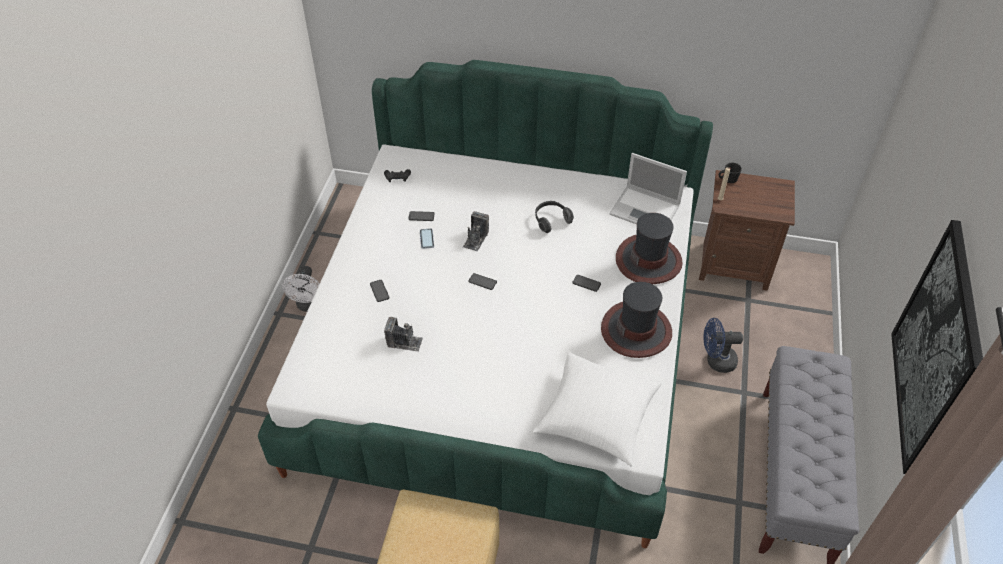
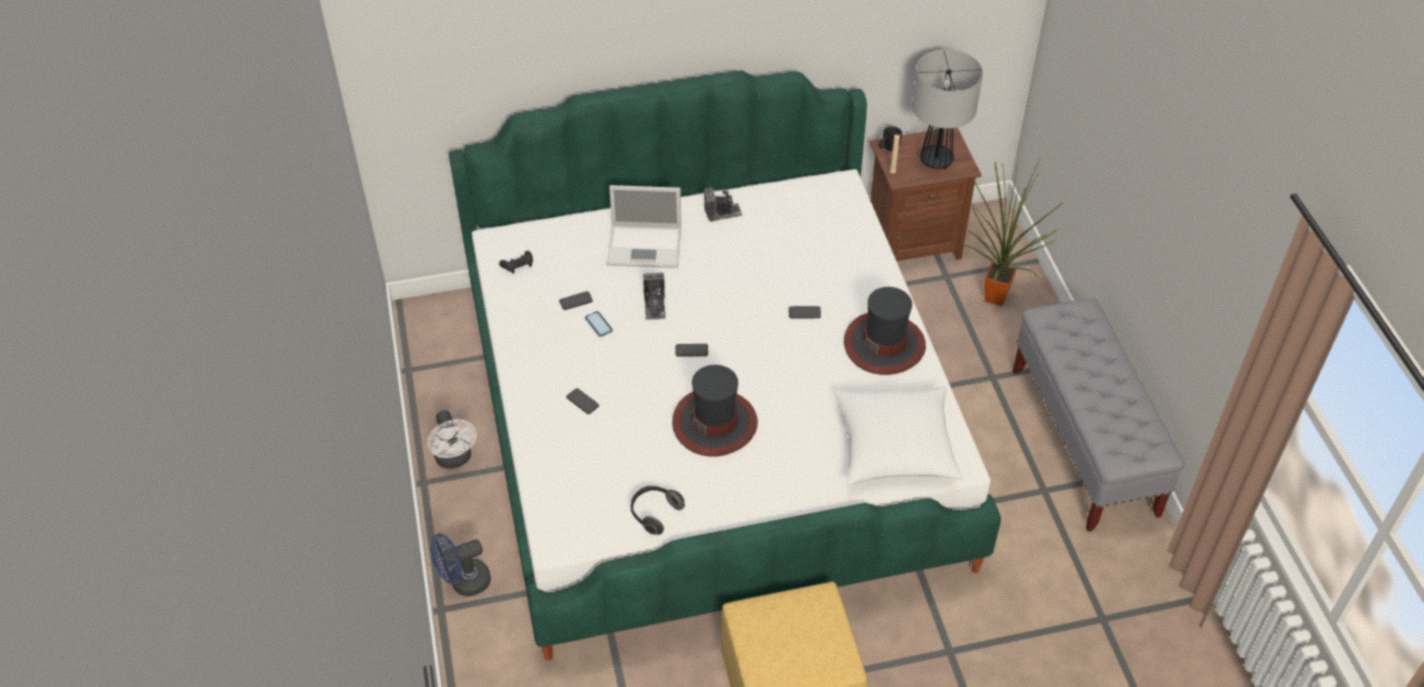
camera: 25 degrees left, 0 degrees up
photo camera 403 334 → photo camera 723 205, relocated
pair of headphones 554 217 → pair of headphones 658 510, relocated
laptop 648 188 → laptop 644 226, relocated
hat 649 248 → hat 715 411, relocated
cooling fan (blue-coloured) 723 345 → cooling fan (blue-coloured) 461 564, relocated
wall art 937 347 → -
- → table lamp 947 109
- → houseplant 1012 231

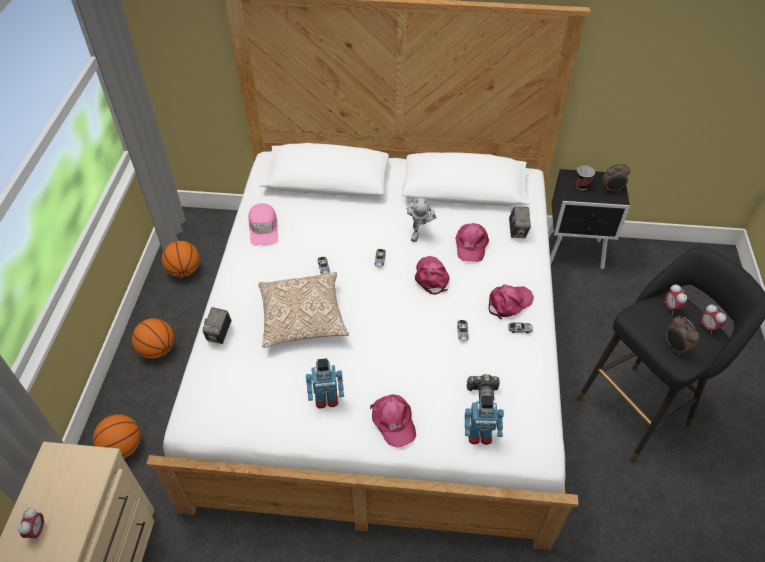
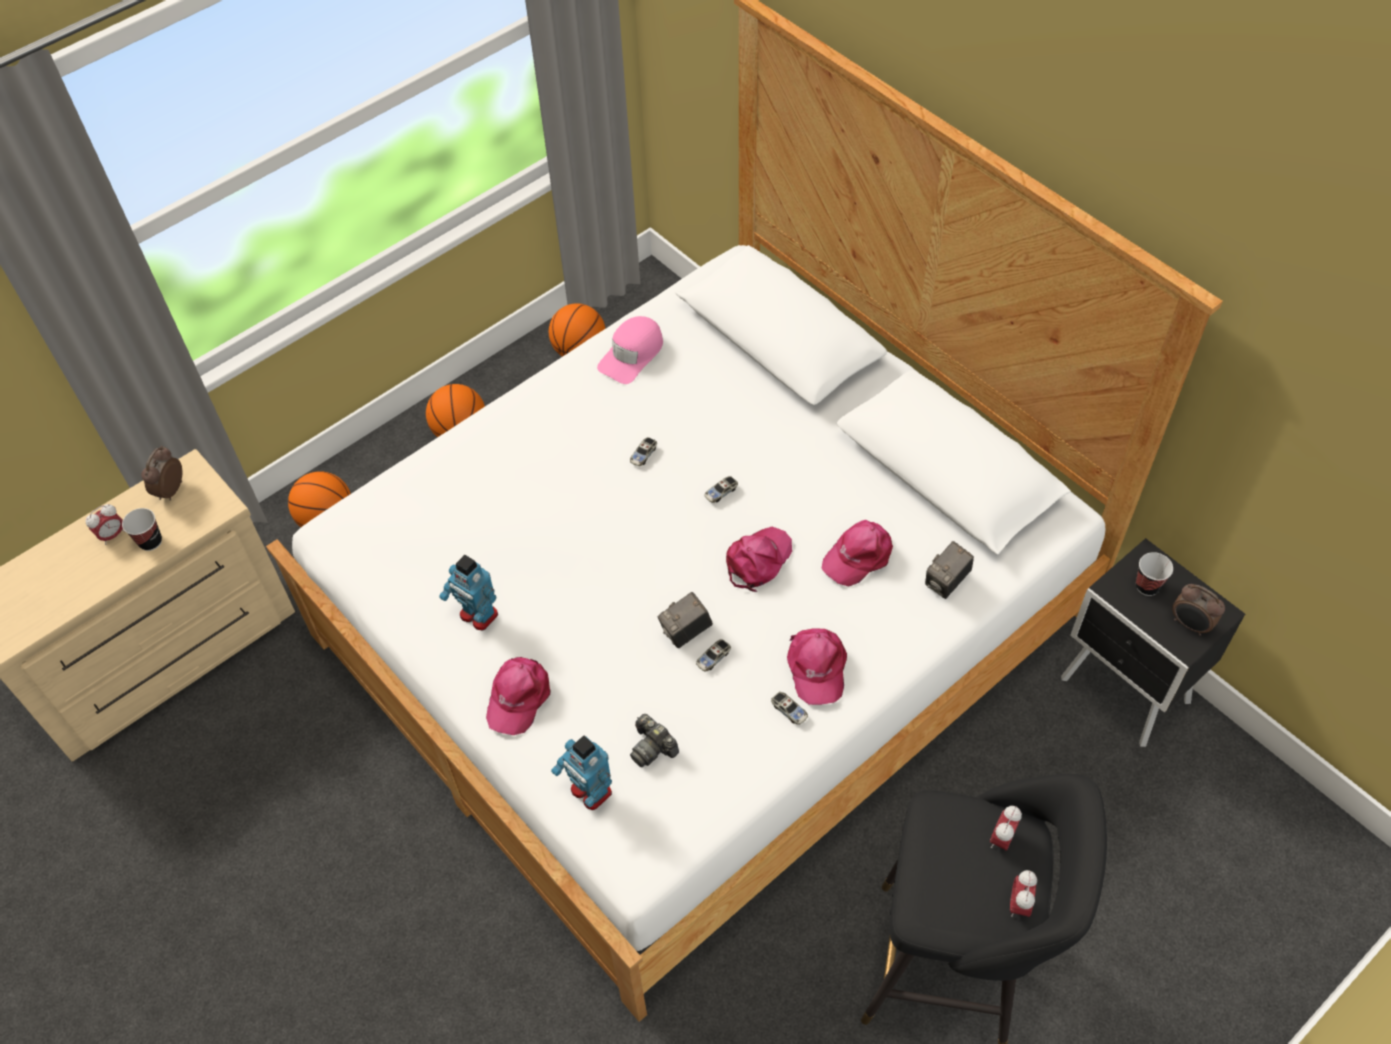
camera: 45 degrees right, 5 degrees up
photo camera 217 325 → photo camera 685 620, relocated
pillow 303 310 → -
model robot 422 219 → -
peaked cap (pinkish) 511 302 → peaked cap (pinkish) 817 666, 75 degrees clockwise
table clock 682 336 → table clock 161 473, relocated
- → cup 142 529

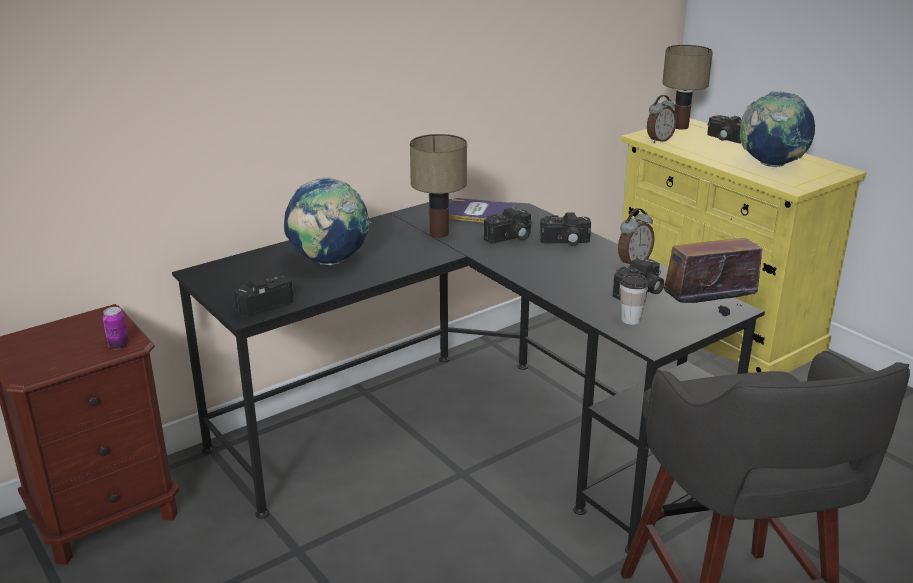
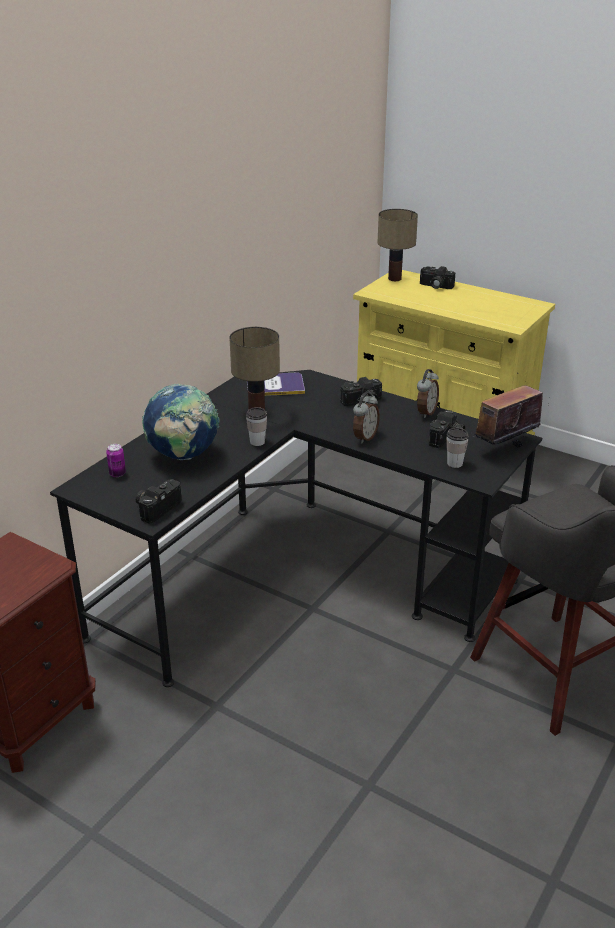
camera: 20 degrees left, 5 degrees up
can 115 328 → can 116 460, relocated
photo camera 508 225 → -
table clock 662 119 → table clock 366 418, relocated
desk globe 777 129 → -
- → cup 256 426

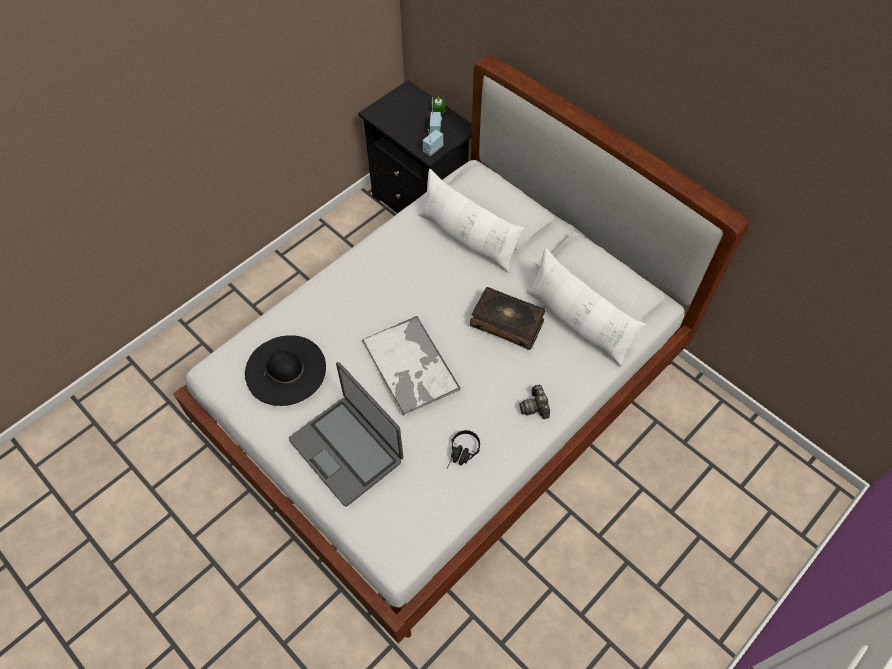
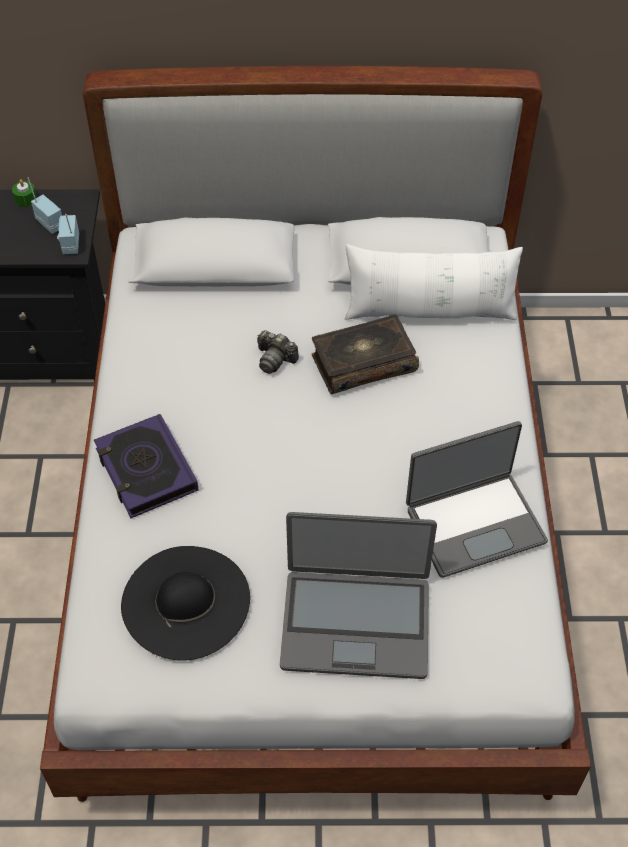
camera: 45 degrees left, 5 degrees down
carrying tray 411 366 → -
pillow (white) 471 221 → -
pair of headphones (black) 463 449 → laptop 477 499
photo camera 534 402 → photo camera 278 352, relocated
- → book 146 466

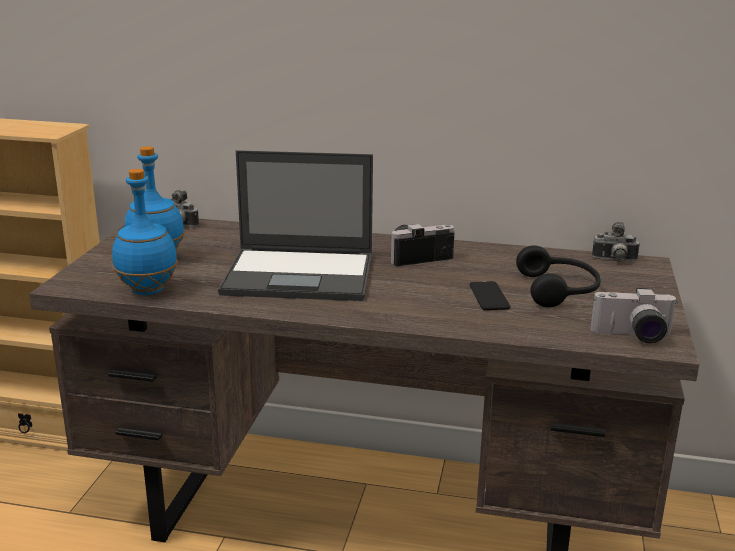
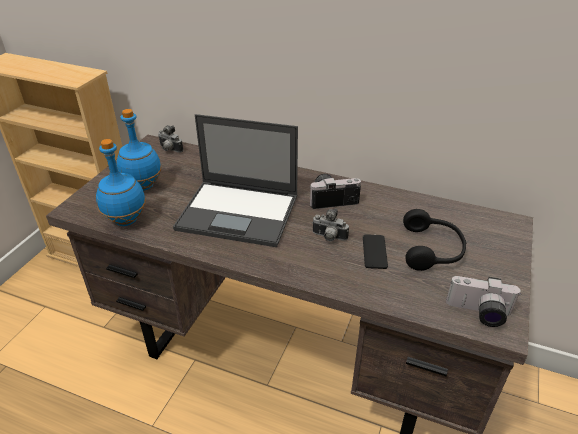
camera: 10 degrees right, 15 degrees up
photo camera 616 241 → photo camera 330 224, relocated

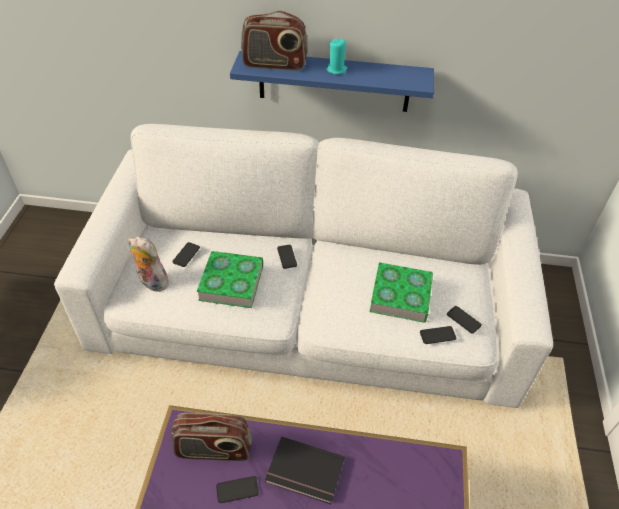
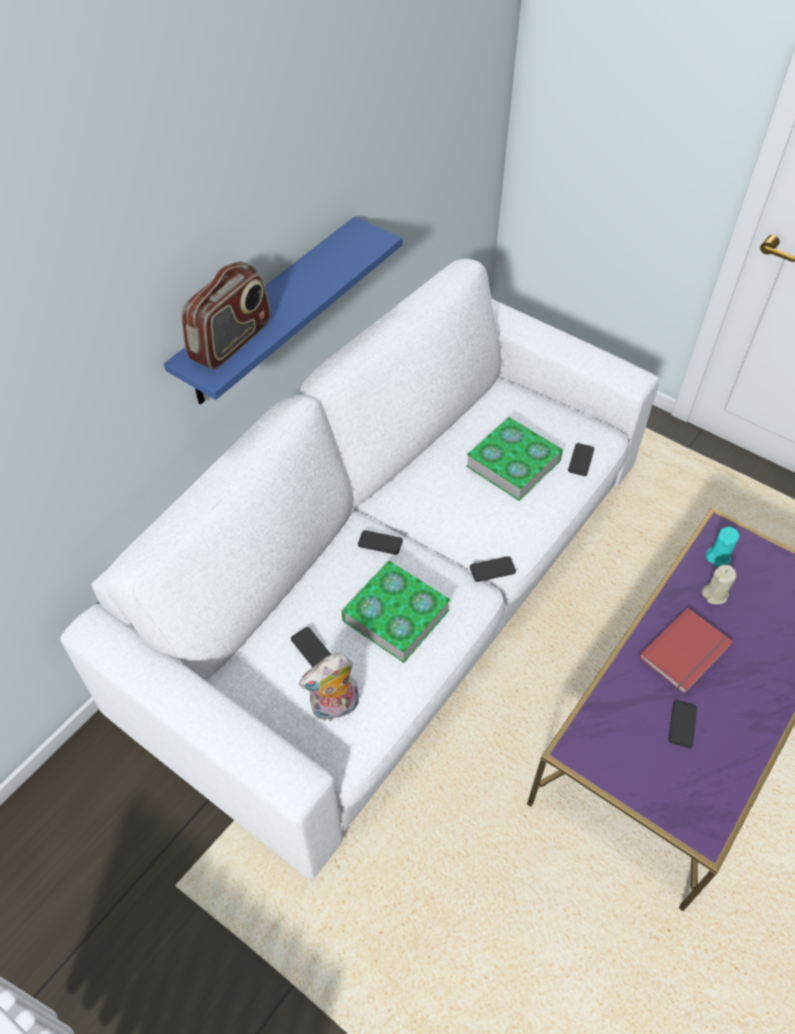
camera: 60 degrees left, 5 degrees up
radio set 211 437 → -
book (black) 305 470 → book (reddish) 686 651
candle (turquoise) 336 56 → candle (turquoise) 722 546, relocated
handset 464 320 → handset 493 569, relocated
- → candle (sand-coloured) 719 584

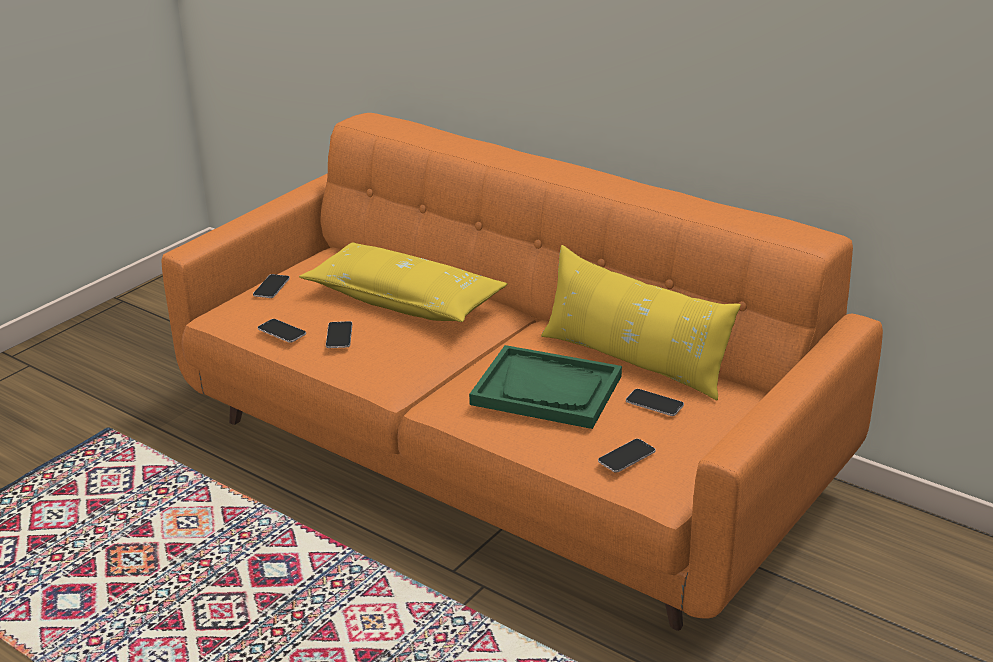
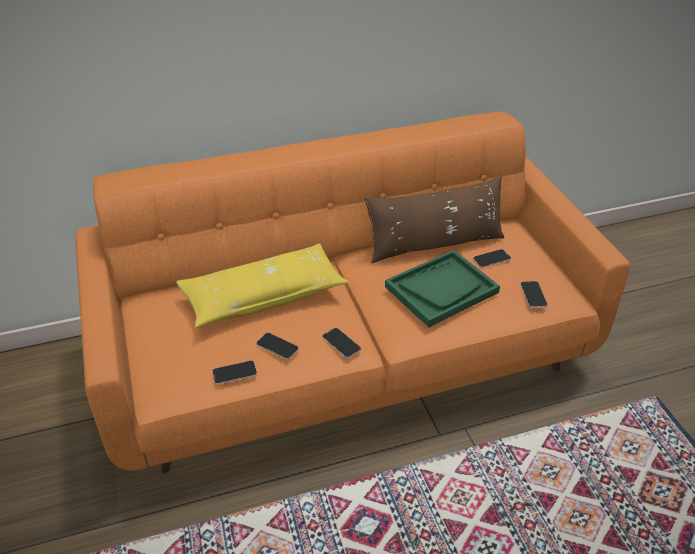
camera: 55 degrees left, 10 degrees up
handset 271 286 → handset 341 343, relocated
pillow (yellow-coloured) 641 323 → pillow (brownish) 434 219

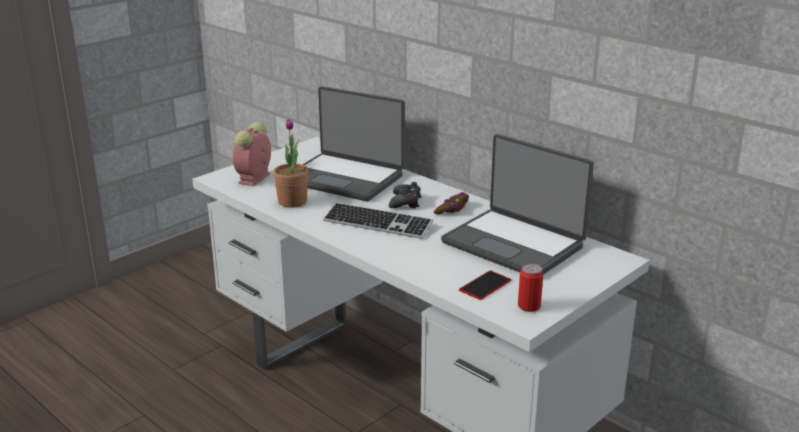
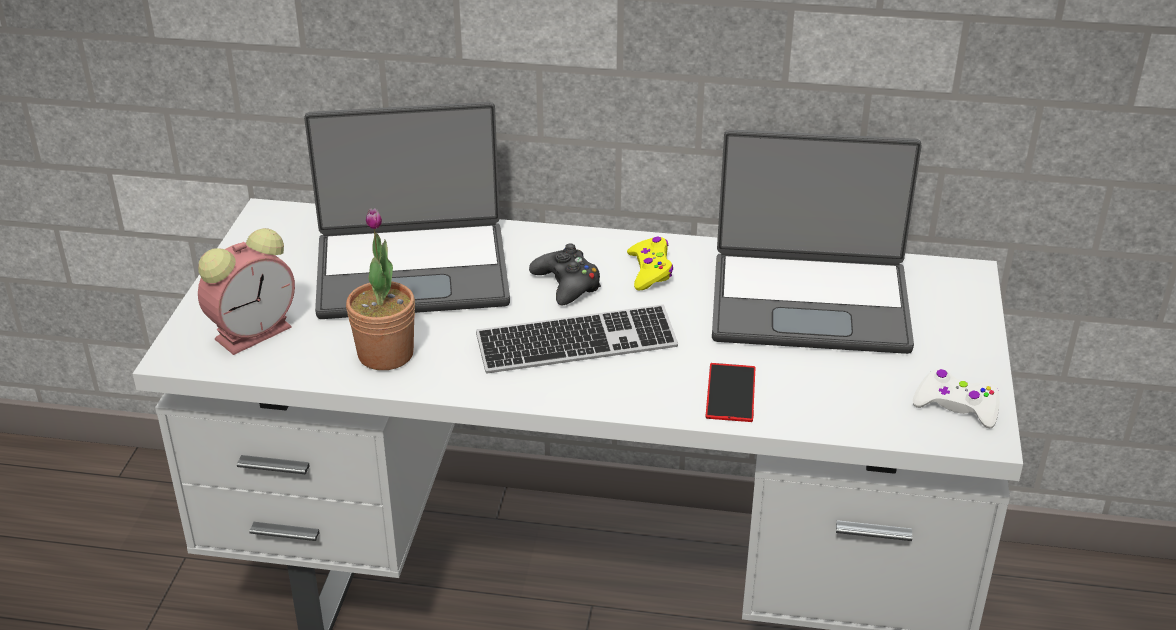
camera: 35 degrees left, 10 degrees up
table clock 252 154 → table clock 246 291, 120 degrees counterclockwise
game controller (brownish) 451 203 → game controller (yellow-coloured) 650 263
handset 485 285 → handset 730 392, relocated
can 530 287 → game controller (white) 956 399

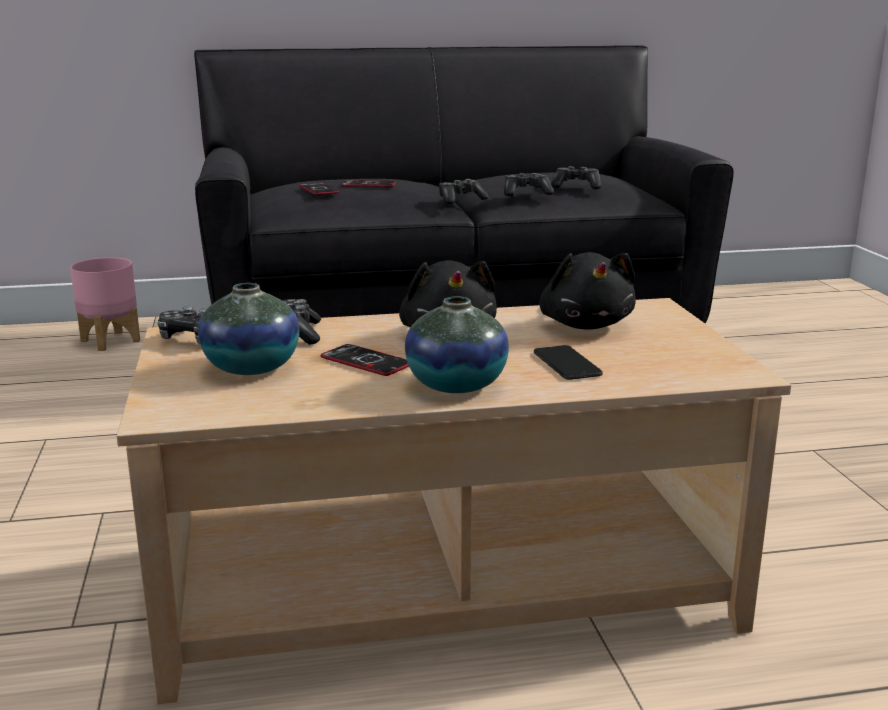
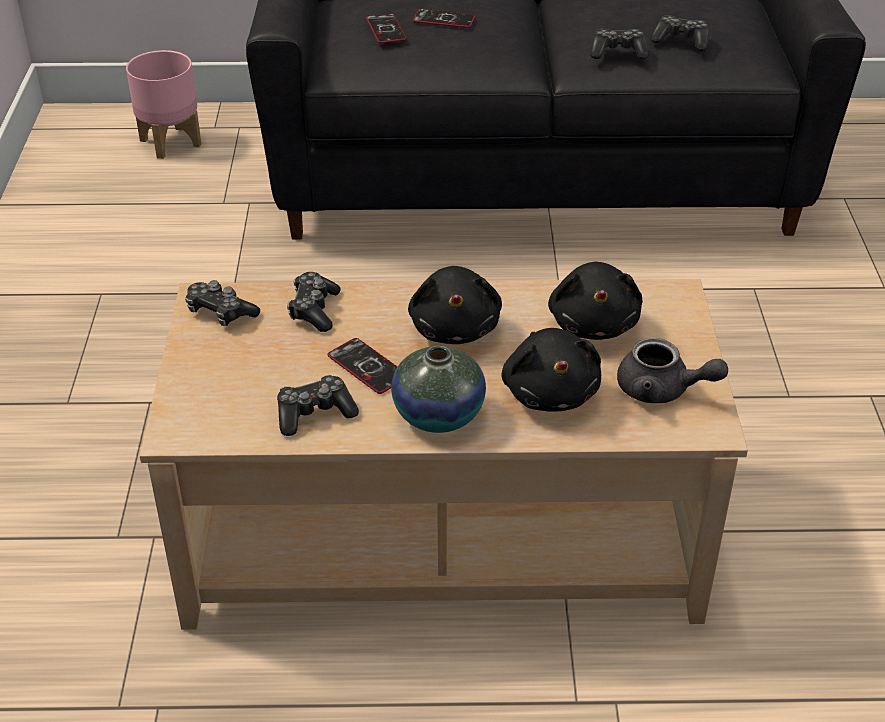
camera: 10 degrees right, 20 degrees up
decorative vase 248 329 → -
game controller 464 191 → game controller 318 405, relocated
handset 568 362 → plush toy (black) 551 369
- → tea pot (gray) 672 370

